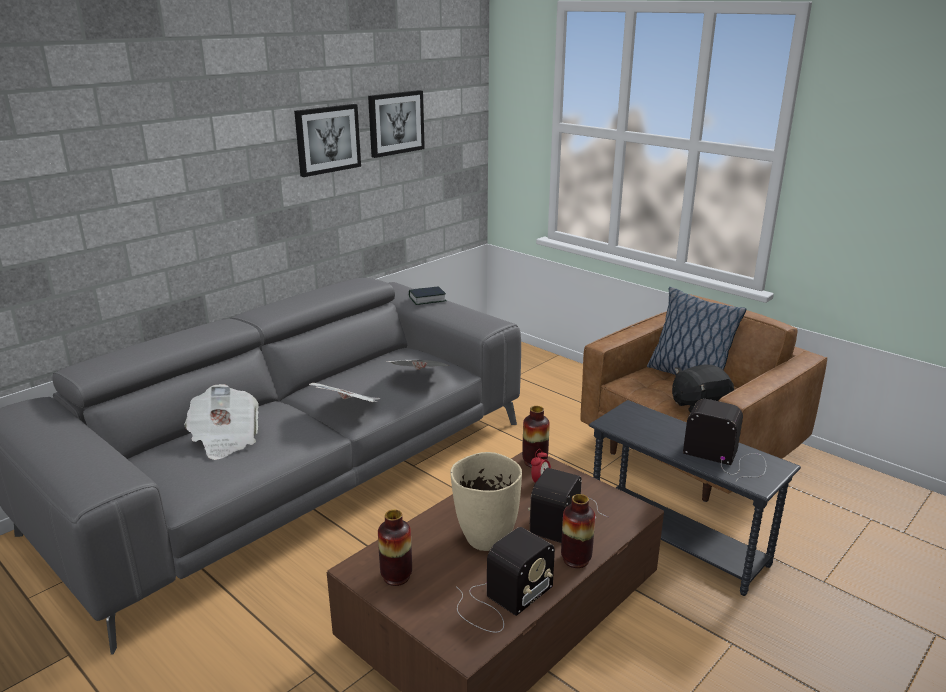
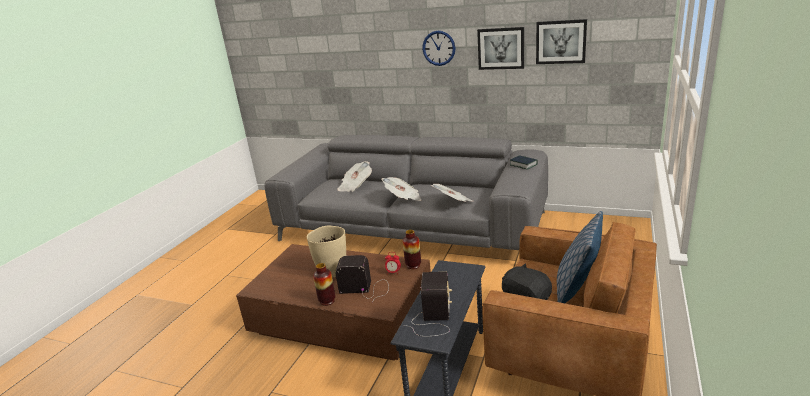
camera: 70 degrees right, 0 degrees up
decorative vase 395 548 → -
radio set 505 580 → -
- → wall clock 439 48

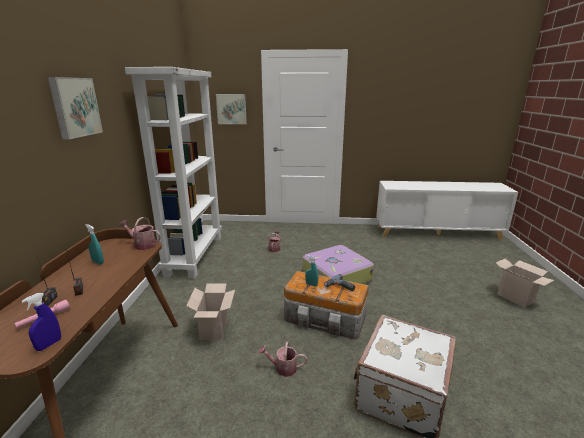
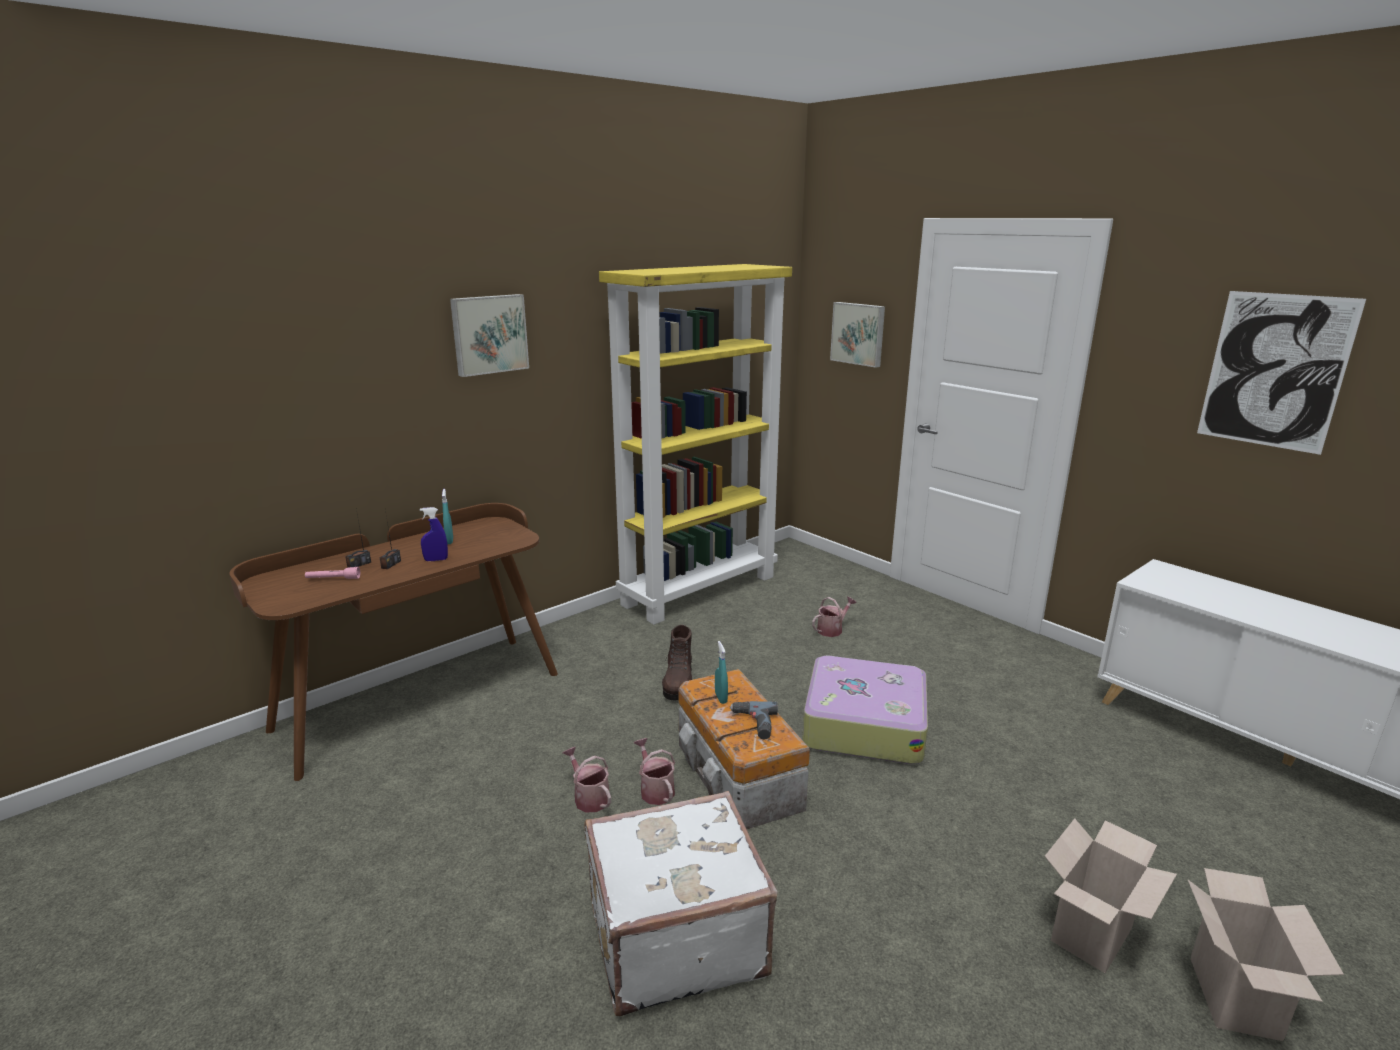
camera: 45 degrees right, 0 degrees up
hand sprayer (blue-coloured) 41 322 → hand sprayer (blue-coloured) 434 534, relocated
watering pot 140 233 → watering pot 654 771, relocated
bookcase (white) 173 173 → bookcase (yellow-coloured) 695 444
cardboard box 210 312 → cardboard box 1111 895, relocated
- → high-top boot (brownish) 677 663
- → wall art 1281 373

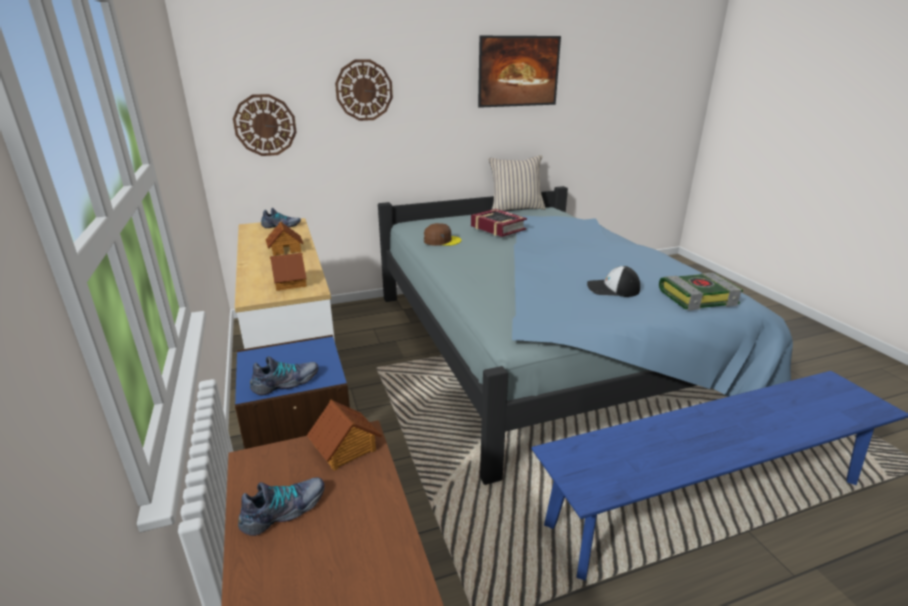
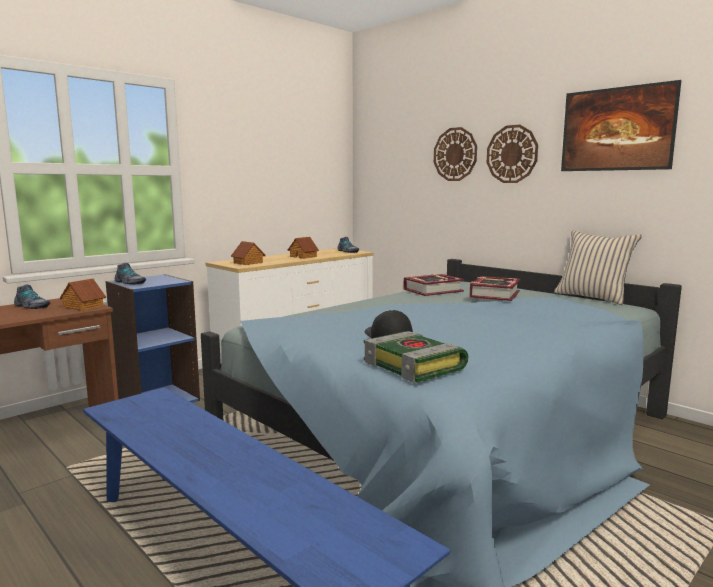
camera: 65 degrees right, 15 degrees down
wall clock 265 125 → wall clock 512 154, relocated
peaked cap (brownish) 443 234 → book 433 285

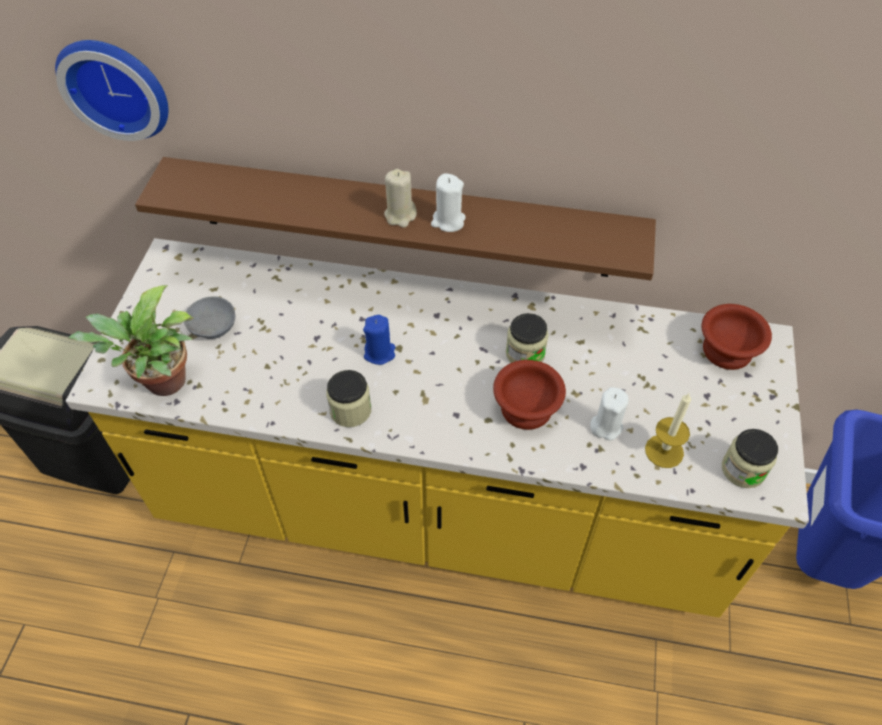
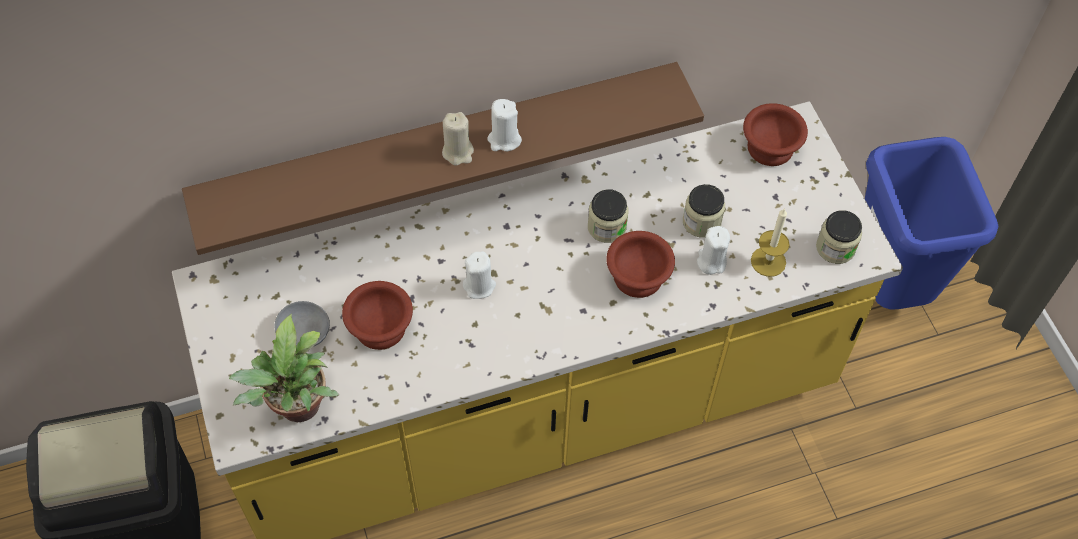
camera: 30 degrees left, 5 degrees up
wall clock 111 90 → -
preserve jar 348 398 → preserve jar 704 211, relocated
candle (blue-coloured) 379 340 → candle (white) 479 275
- → deep dish (brownish) 377 315

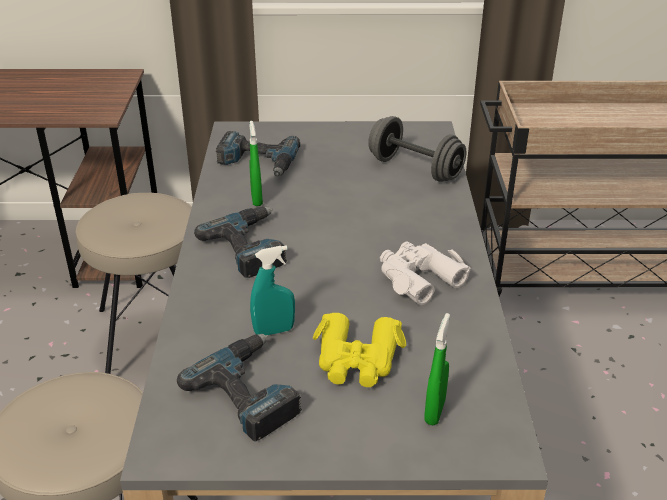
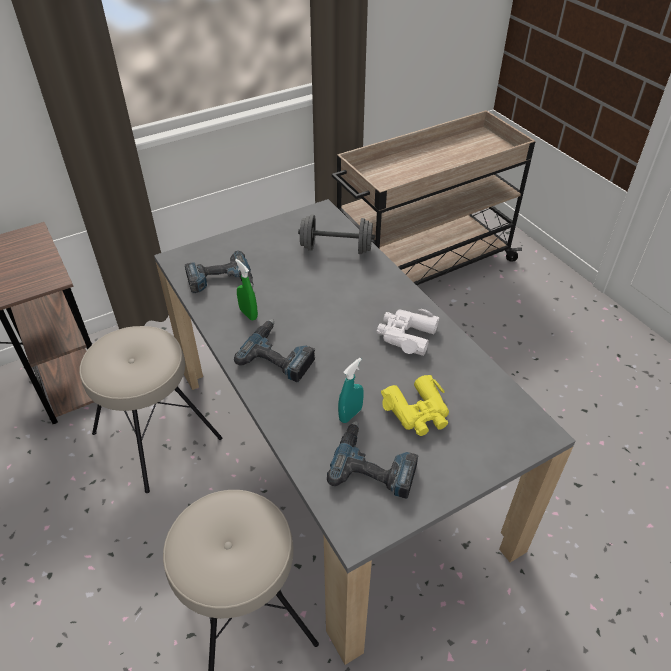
camera: 30 degrees left, 10 degrees up
hand sprayer (greenish) 437 369 → -

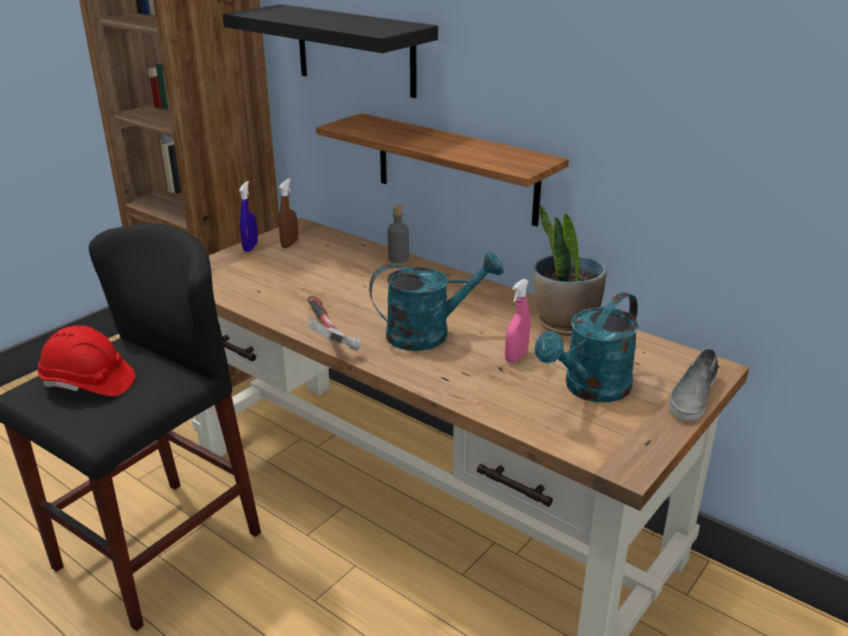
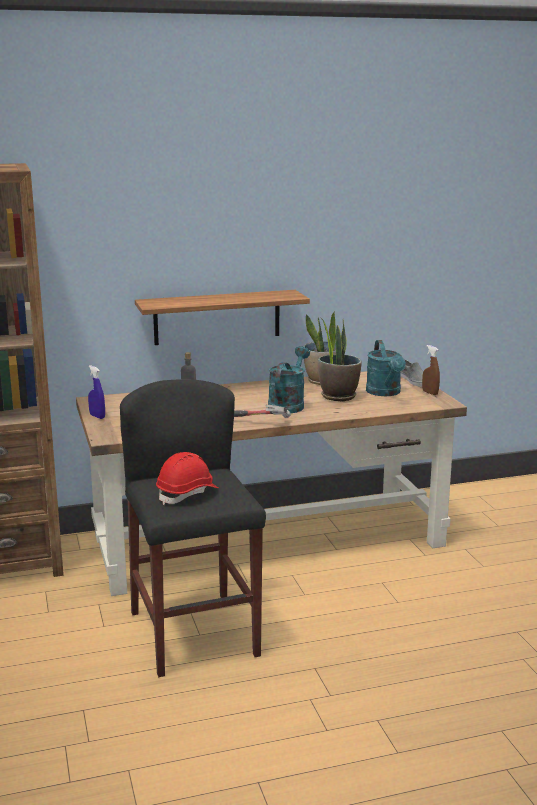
camera: 55 degrees left, 10 degrees down
shelf (black) 330 51 → -
hand sprayer (brownish) 288 213 → hand sprayer (brownish) 431 370, relocated
hand sprayer (pinkish) 517 321 → houseplant 340 359

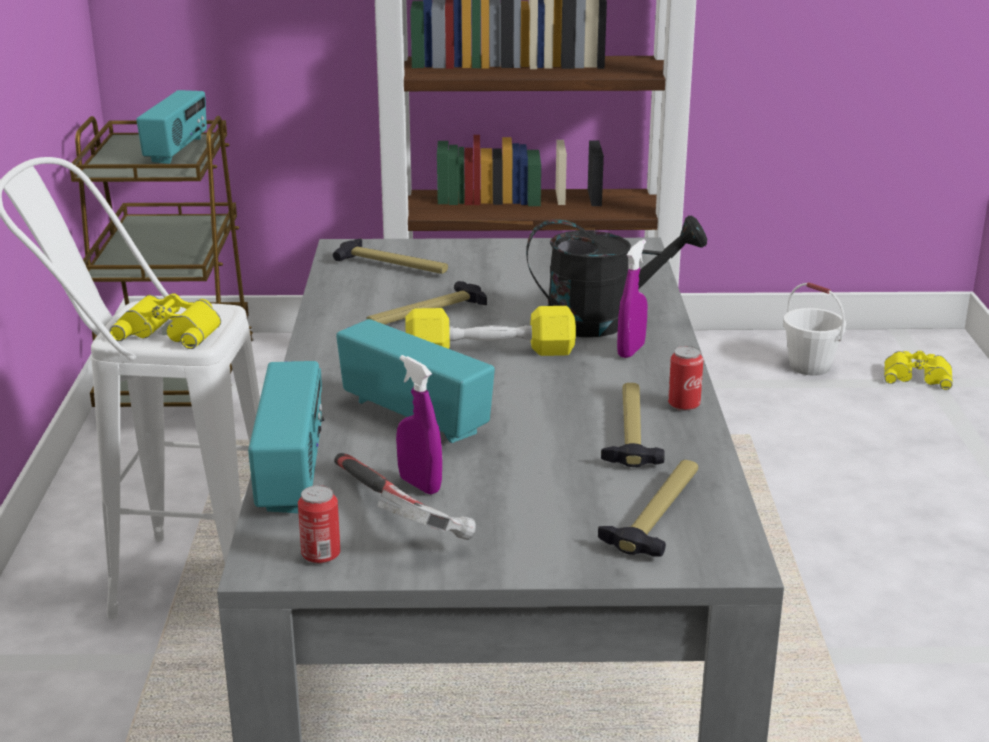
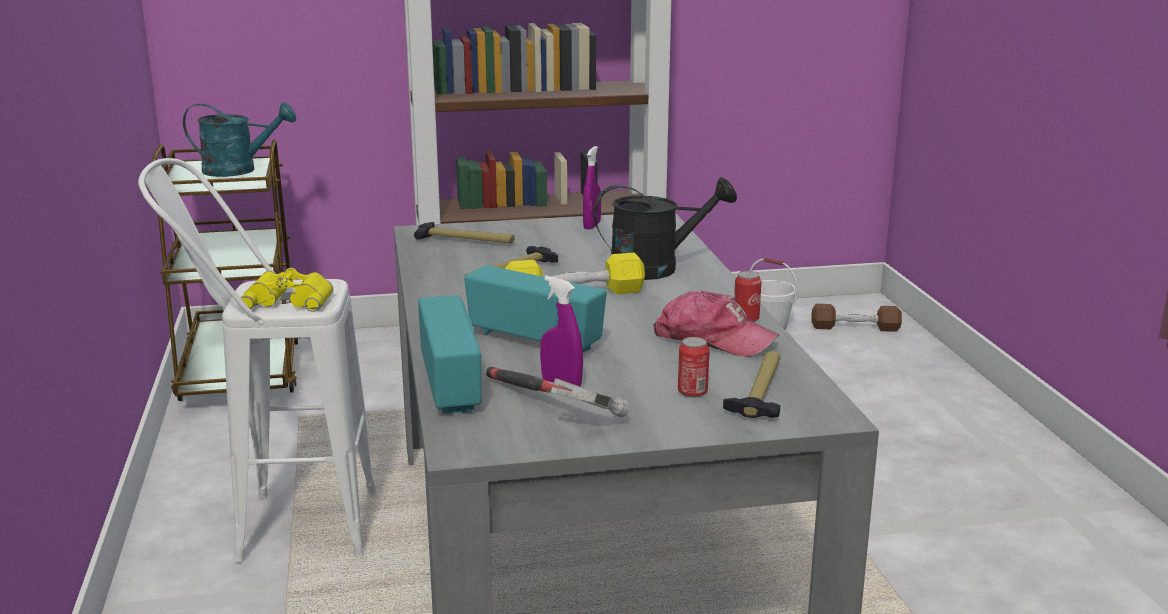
camera: 10 degrees left, 5 degrees down
radio set 171 127 → watering pot (turquoise) 239 139
can 319 524 → can 694 367, relocated
hammer 633 425 → peaked cap 716 323
hand sprayer (purple) 632 298 → hand sprayer (purple) 592 187, relocated
field glasses (yellow-coloured) 918 370 → hand weight (brownish) 856 318

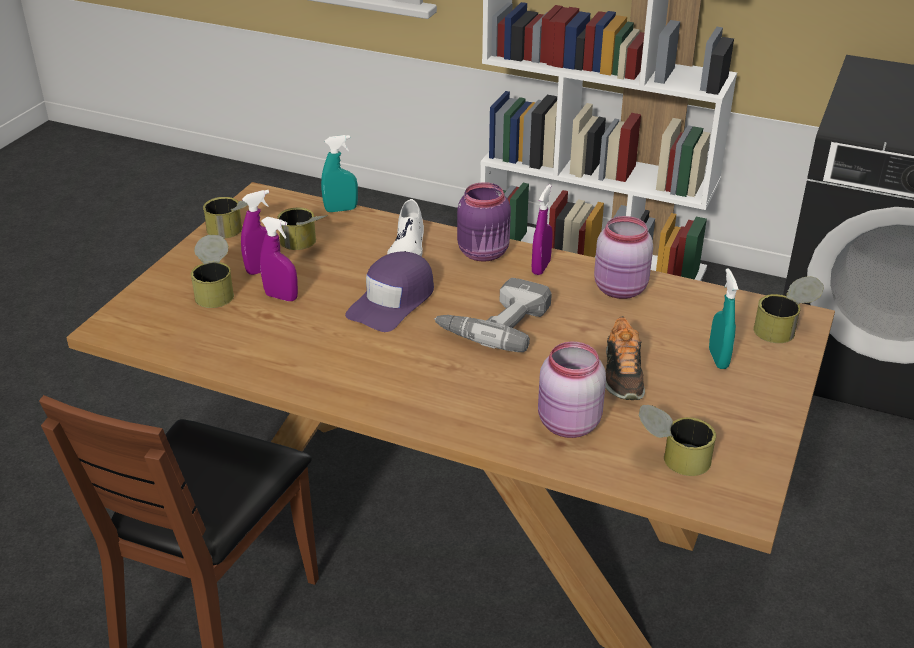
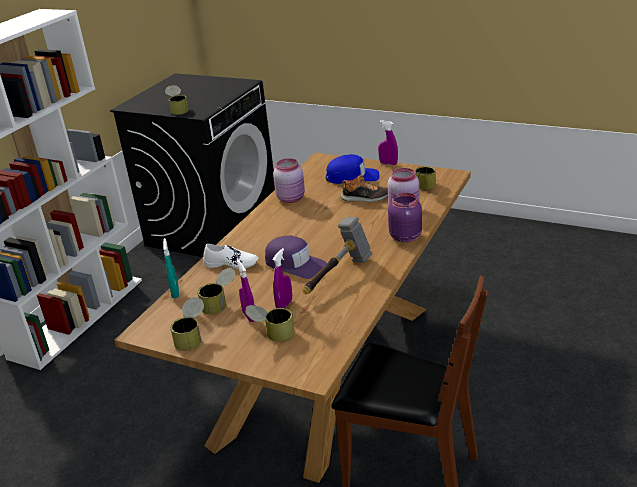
camera: 85 degrees left, 5 degrees down
drill 493 315 → -
preserve jar (purple) 484 222 → preserve jar (purple) 405 218, relocated
hand sprayer (purple) 542 229 → hand sprayer (purple) 388 142, relocated
hand sprayer (turquoise) 723 318 → peaked cap (blue-coloured) 352 169
can 788 309 → can 177 100, relocated
- → hammer 337 255

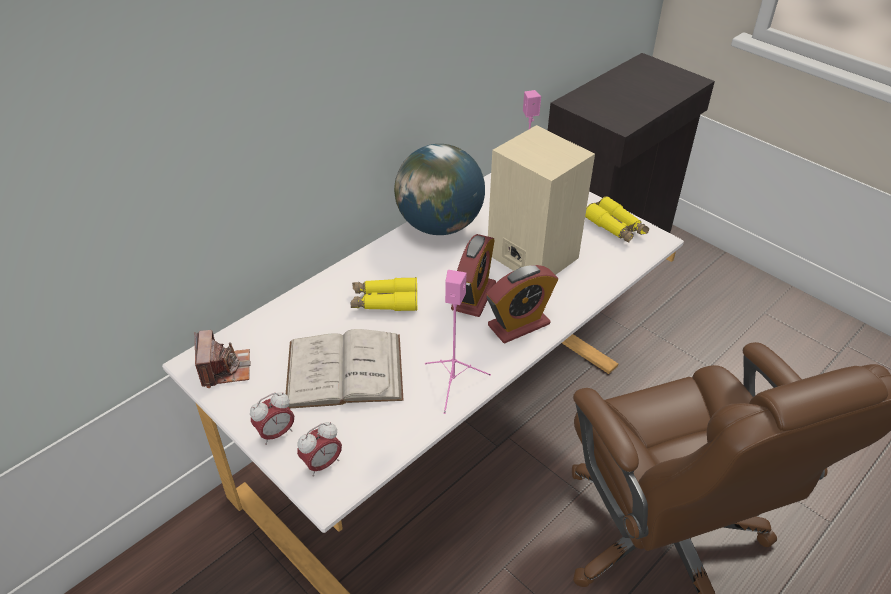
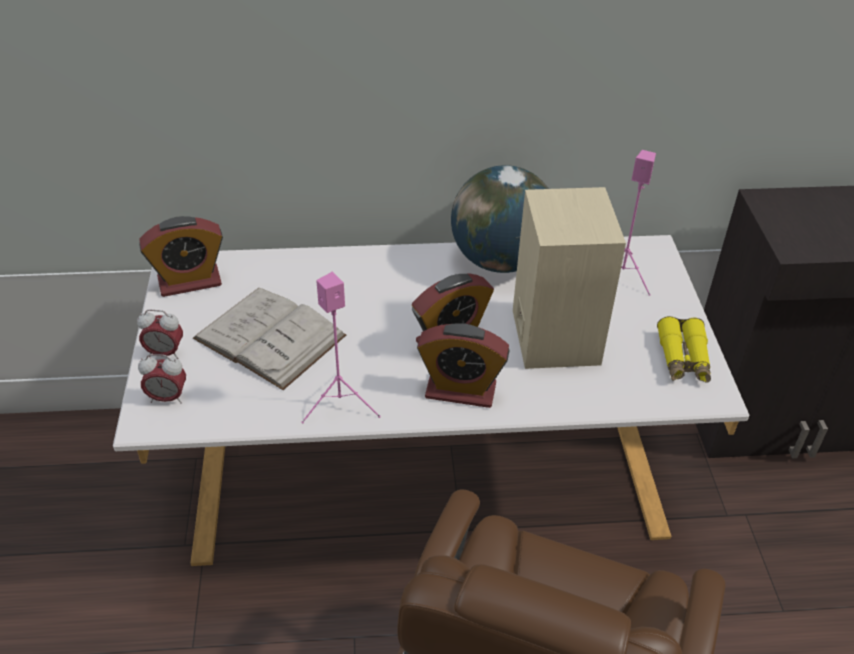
camera: 40 degrees right, 0 degrees up
photo camera 222 359 → table clock 181 256
field glasses (yellow-coloured) 383 294 → -

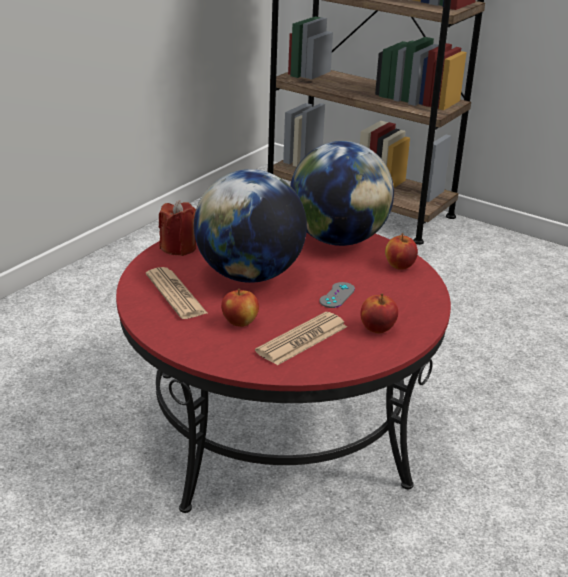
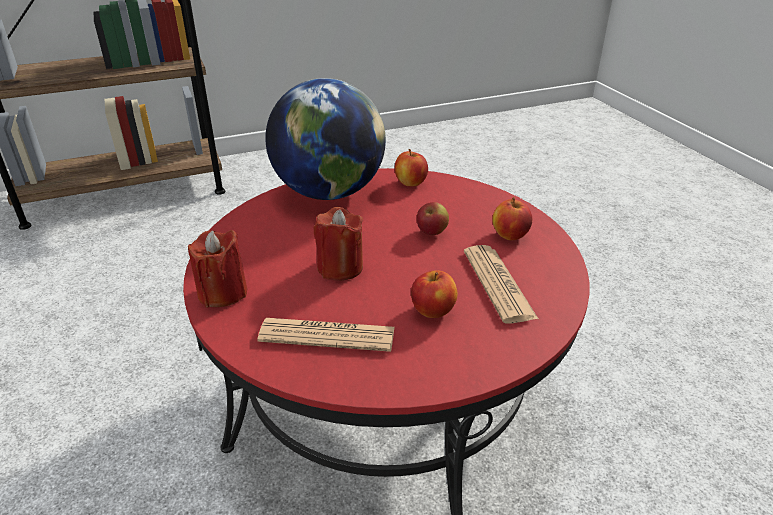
camera: 55 degrees left, 5 degrees up
desk globe 250 226 → candle (reddish) 338 244
game controller (gray) 337 295 → apple fruit 433 218

